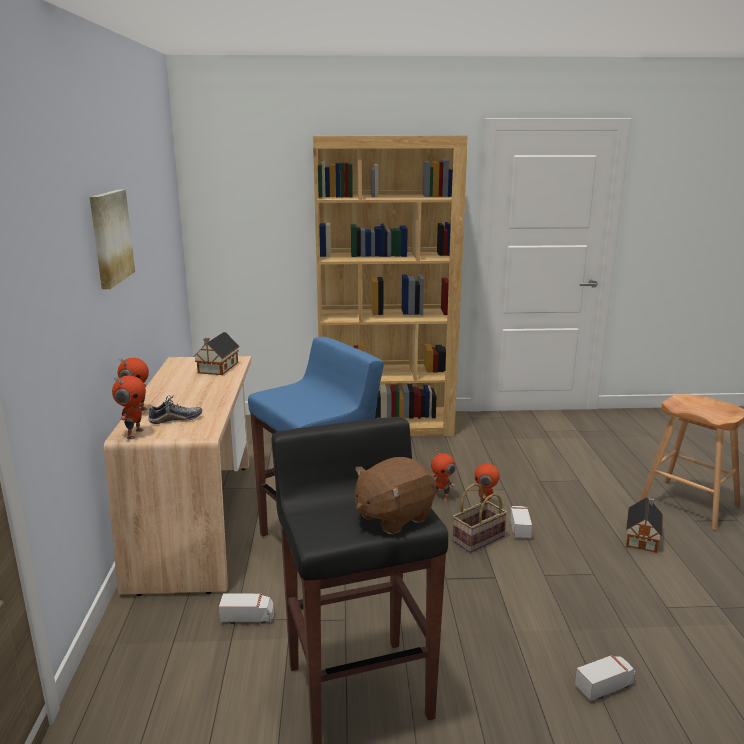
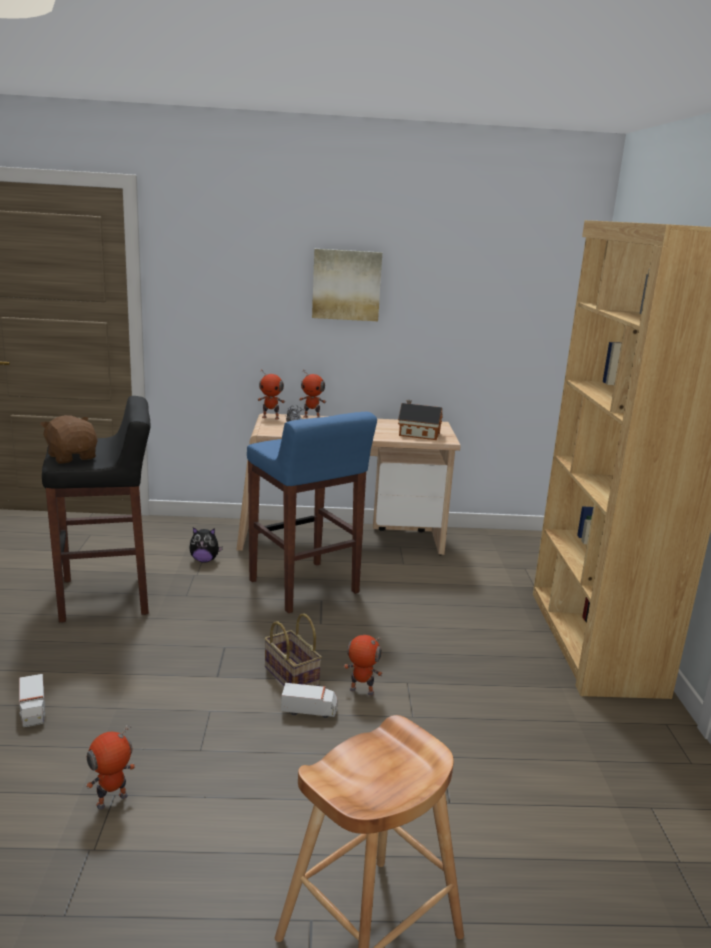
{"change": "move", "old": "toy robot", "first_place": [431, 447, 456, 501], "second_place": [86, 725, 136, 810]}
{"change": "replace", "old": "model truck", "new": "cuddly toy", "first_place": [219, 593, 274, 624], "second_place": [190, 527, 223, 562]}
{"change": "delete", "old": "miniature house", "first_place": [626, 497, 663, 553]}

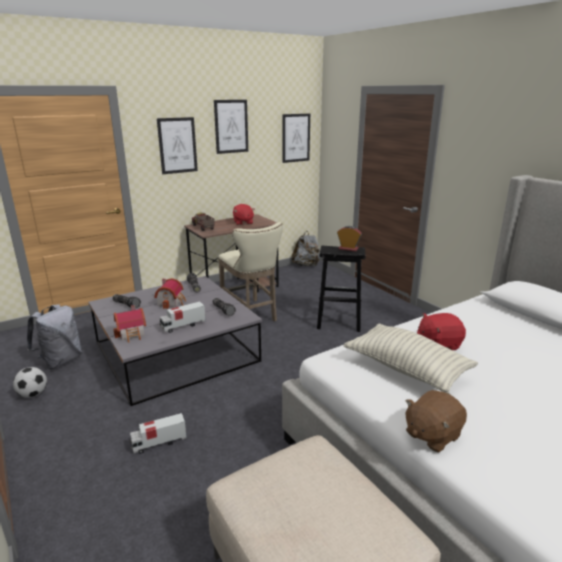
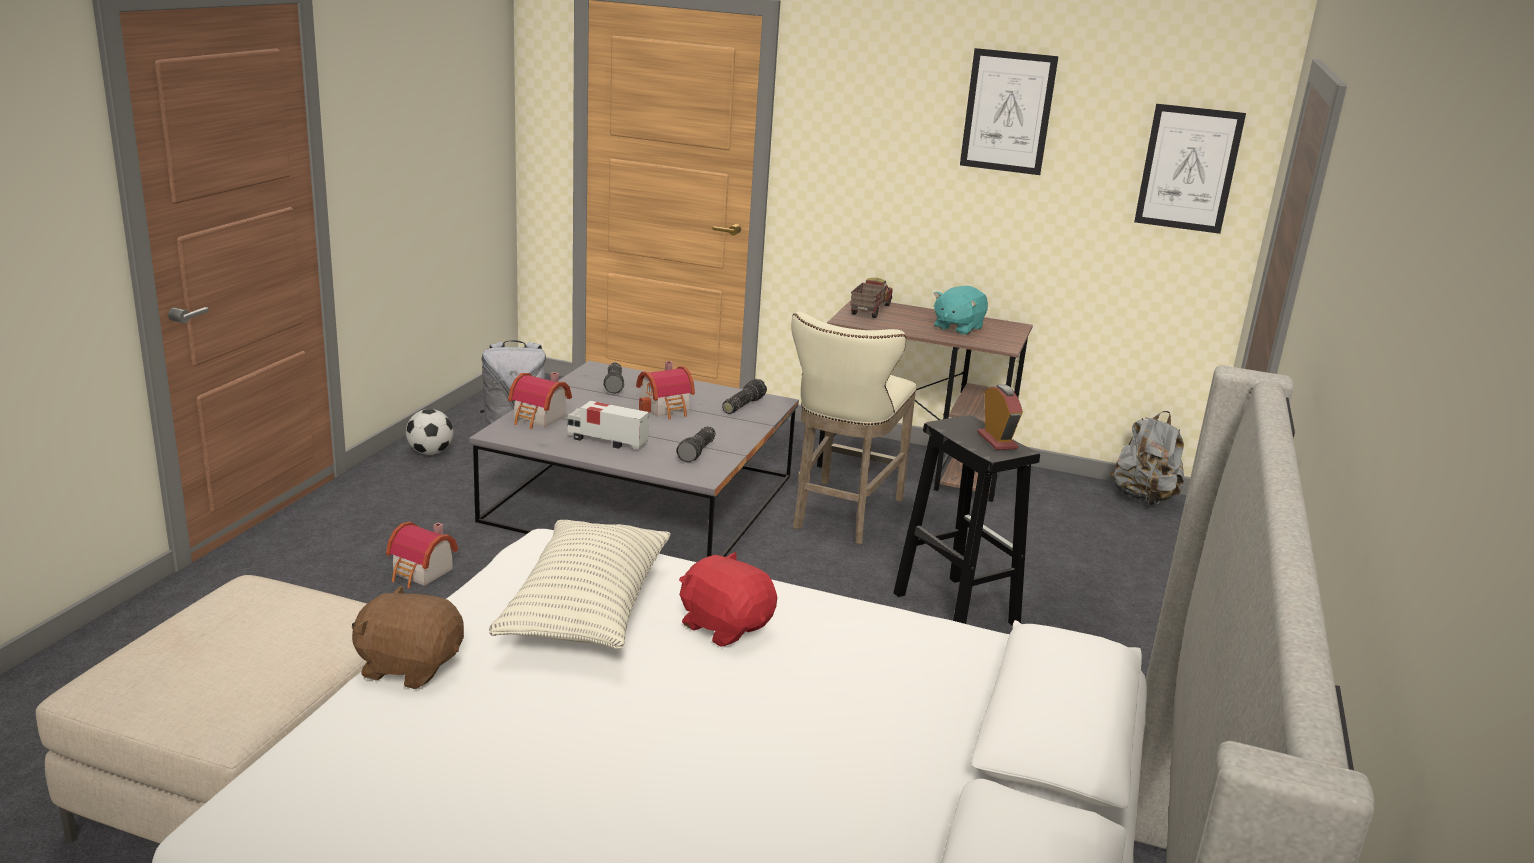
{"change": "replace", "old": "model truck", "new": "miniature house", "first_place": [130, 413, 187, 454], "second_place": [386, 522, 458, 588]}
{"change": "recolor", "old": "red-coloured cuddly toy", "new": "turquoise cuddly toy", "first_place": [233, 204, 255, 225], "second_place": [933, 286, 988, 335]}
{"change": "delete", "old": "picture", "first_place": [157, 117, 198, 174]}

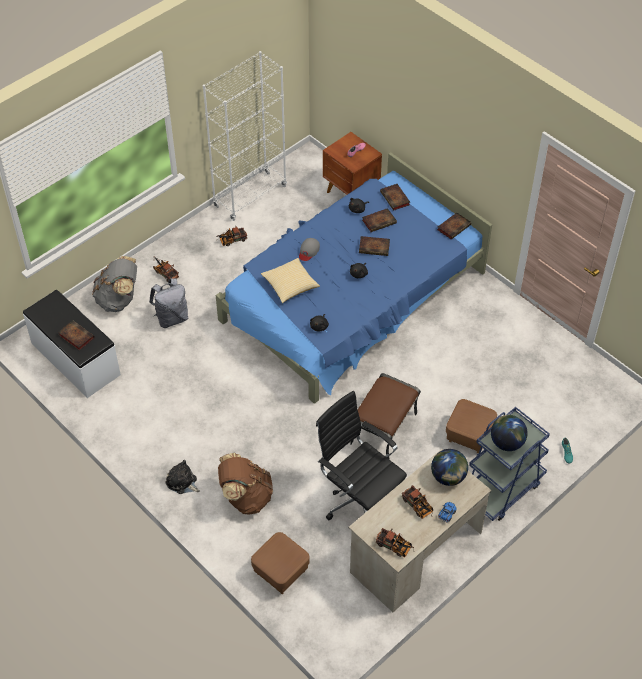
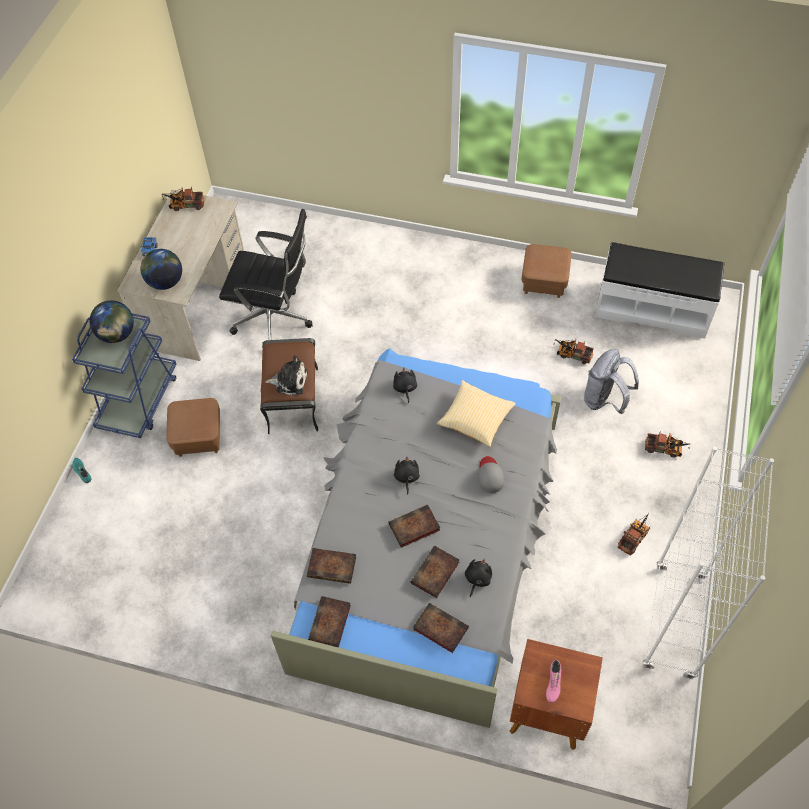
{"change": "move", "old": "cuddly toy", "first_place": [166, 460, 200, 494], "second_place": [265, 355, 308, 395]}
{"change": "recolor", "old": "blue-coloured bed", "new": "grey bed", "first_place": [216, 152, 492, 404], "second_place": [271, 349, 561, 728]}
{"change": "move", "old": "volume", "first_place": [58, 320, 95, 351], "second_place": [307, 548, 356, 584]}
{"change": "move", "old": "brown pouffe", "first_place": [251, 532, 310, 594], "second_place": [521, 244, 572, 298]}
{"change": "move", "old": "model truck", "first_place": [402, 485, 433, 519], "second_place": [554, 339, 594, 364]}
{"change": "delete", "old": "grey rucksack", "first_place": [92, 256, 137, 312]}
{"change": "delete", "old": "brown rucksack", "first_place": [218, 453, 273, 515]}

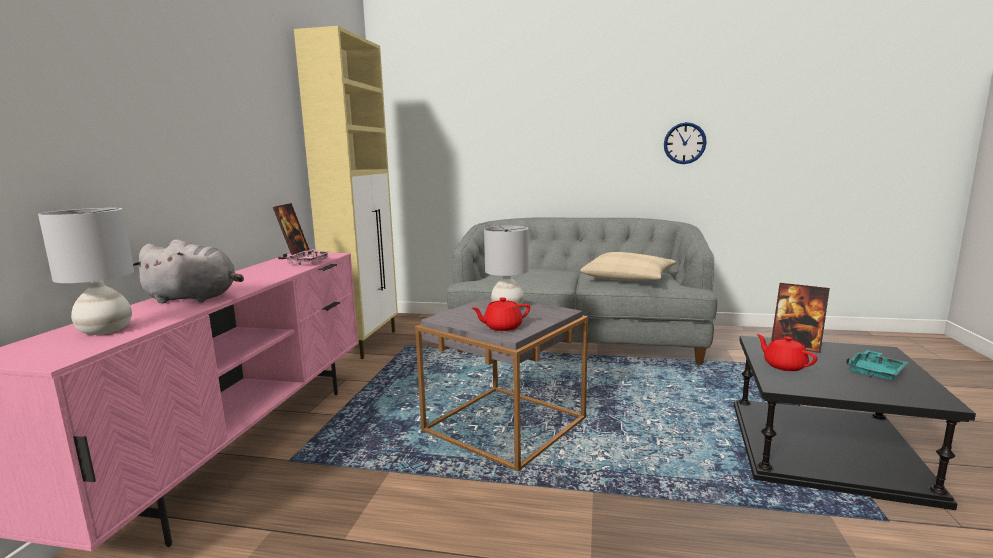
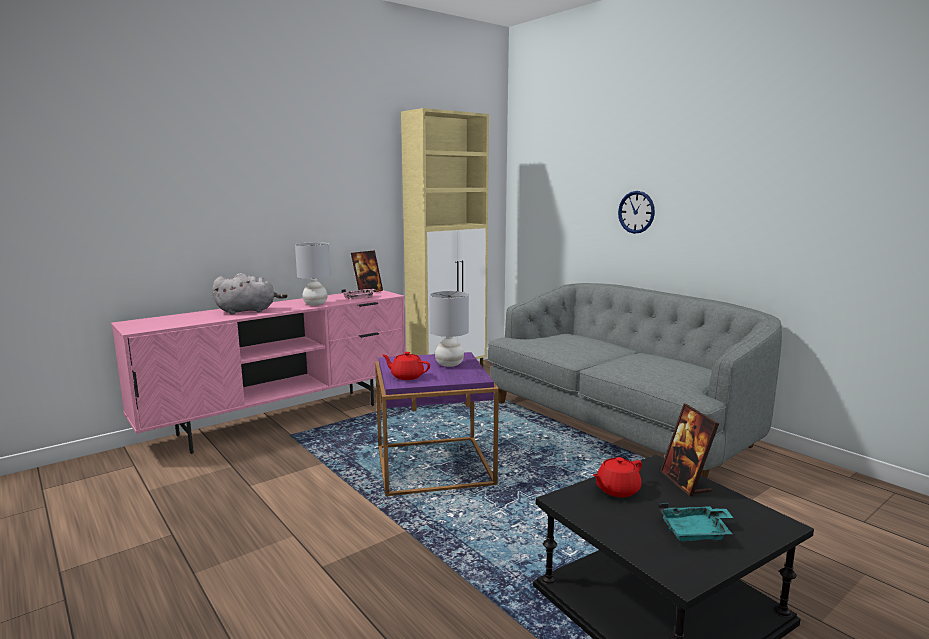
{"change": "rotate", "old": "grey cuddly toy", "first_place": [133, 239, 244, 303], "second_place": [212, 273, 287, 314], "degrees": -60}
{"change": "move", "old": "grey table lamp", "first_place": [38, 208, 134, 335], "second_place": [295, 242, 331, 306]}
{"change": "recolor", "old": "grey end table", "new": "purplish end table", "first_place": [415, 296, 588, 471], "second_place": [375, 352, 499, 496]}
{"change": "rotate", "old": "red-coloured pot for tea", "first_place": [756, 334, 817, 371], "second_place": [593, 457, 642, 497], "degrees": -135}
{"change": "move", "old": "wall clock", "first_place": [664, 122, 707, 164], "second_place": [618, 191, 655, 234]}
{"change": "delete", "old": "sand-coloured pillow", "first_place": [580, 252, 676, 281]}

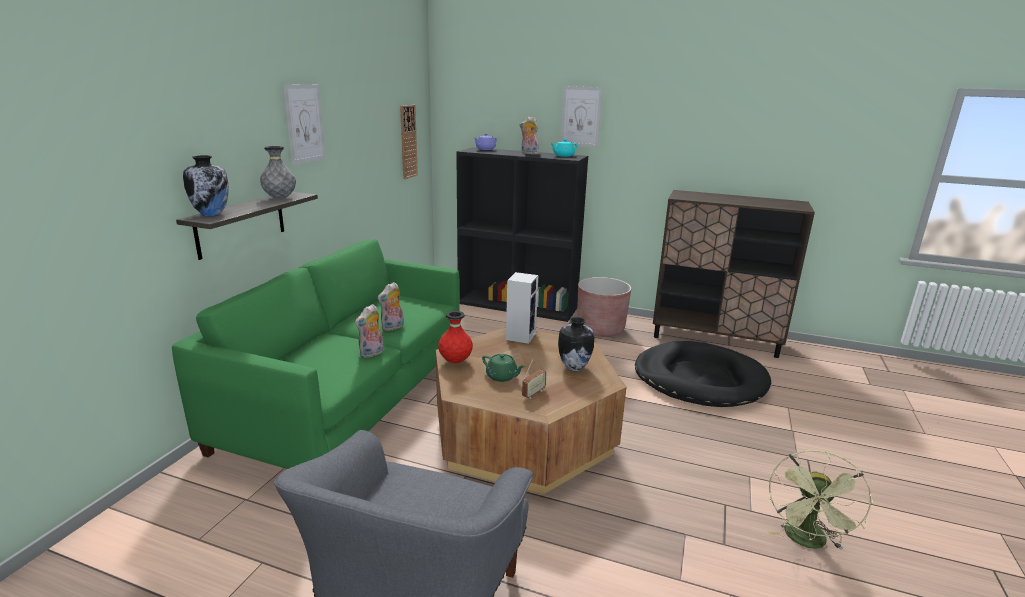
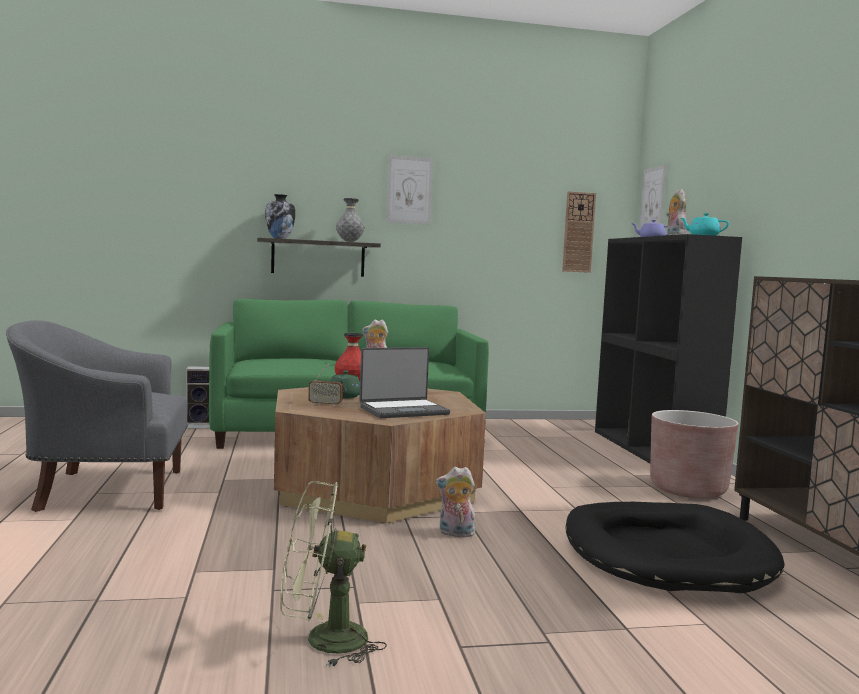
{"change": "move", "old": "speaker", "first_place": [506, 272, 538, 344], "second_place": [186, 366, 210, 429]}
{"change": "replace", "old": "flower vase", "new": "portable computer", "first_place": [558, 317, 594, 371], "second_place": [359, 347, 450, 418]}
{"change": "move", "old": "cuddly toy", "first_place": [355, 304, 384, 358], "second_place": [436, 467, 475, 537]}
{"change": "move", "old": "picture", "first_place": [561, 86, 603, 148], "second_place": [639, 165, 666, 230]}

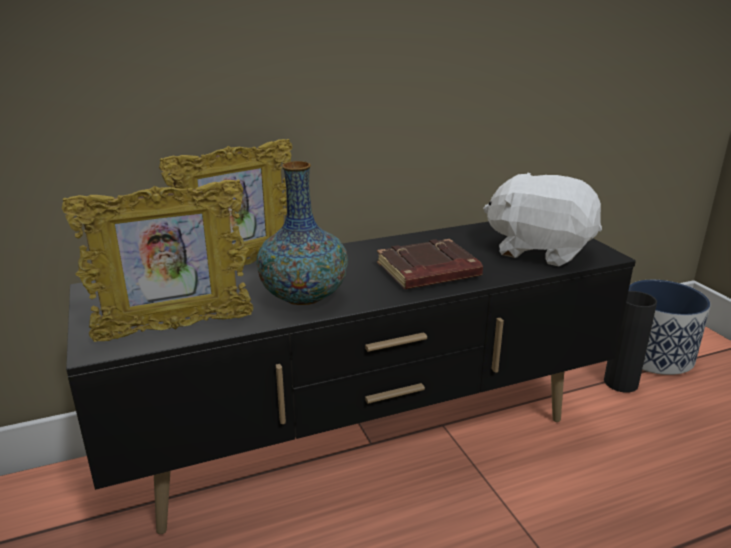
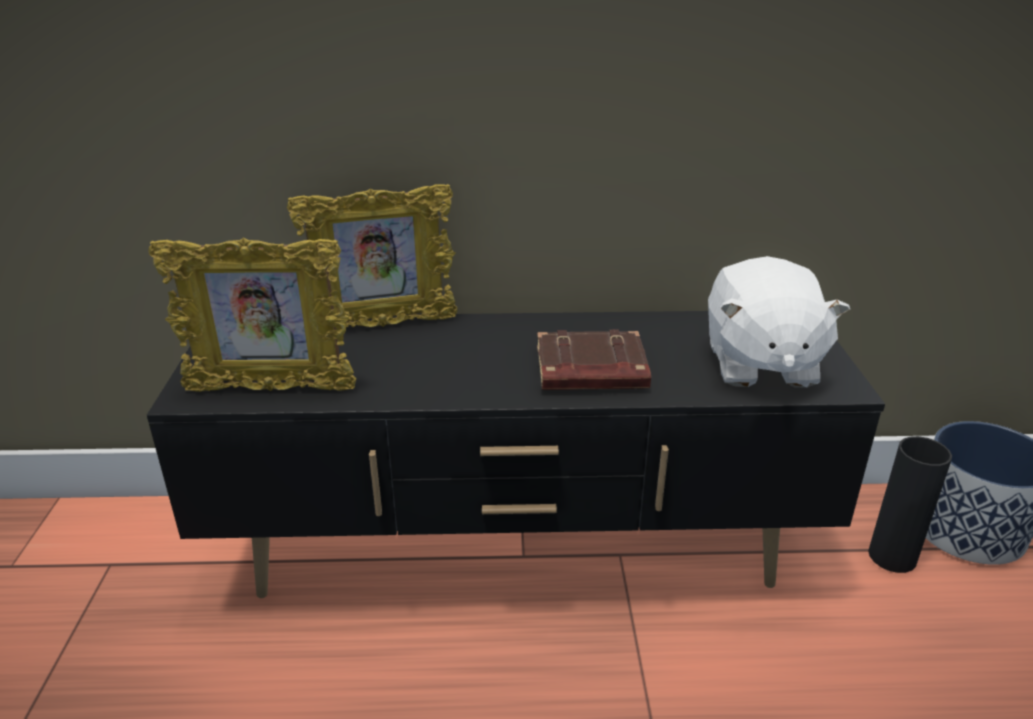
{"change": "rotate", "old": "white cuddly toy", "first_place": [483, 173, 602, 266], "second_place": [708, 256, 850, 388], "degrees": -135}
{"change": "delete", "old": "flower vase", "first_place": [256, 161, 348, 305]}

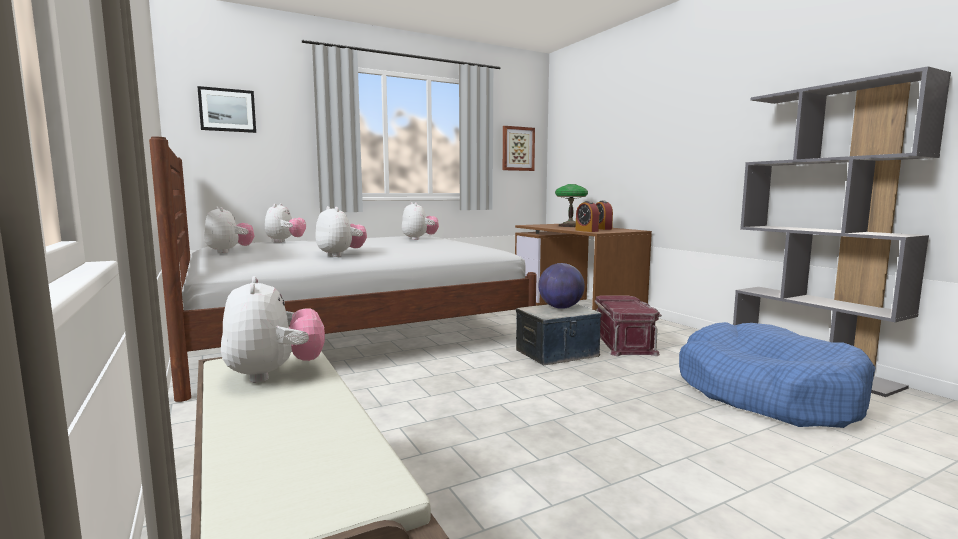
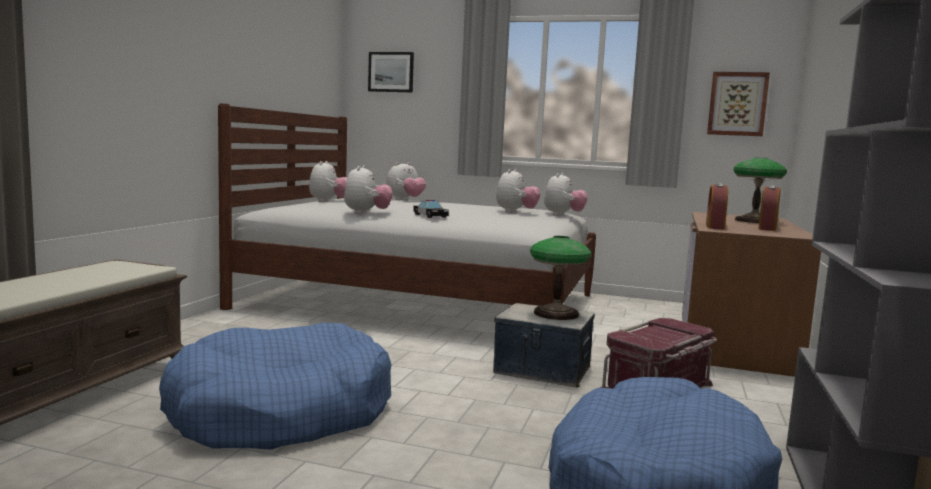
{"change": "insert", "new": "blue-coloured pet bed", "second_place": [159, 322, 391, 450]}
{"change": "insert", "new": "toy car", "second_place": [413, 200, 449, 218]}
{"change": "replace", "old": "desk globe", "new": "table lamp", "first_place": [539, 263, 585, 309], "second_place": [530, 236, 591, 320]}
{"change": "move", "old": "cuddly toy", "first_place": [221, 276, 325, 383], "second_place": [544, 173, 587, 216]}

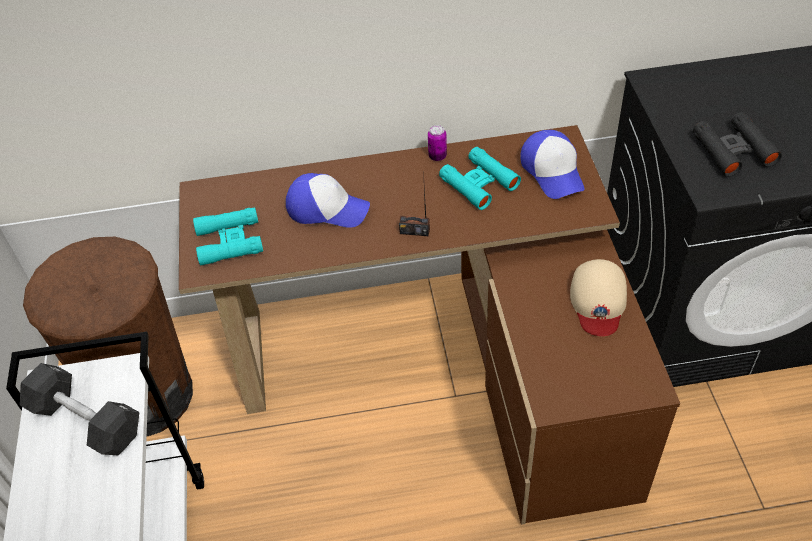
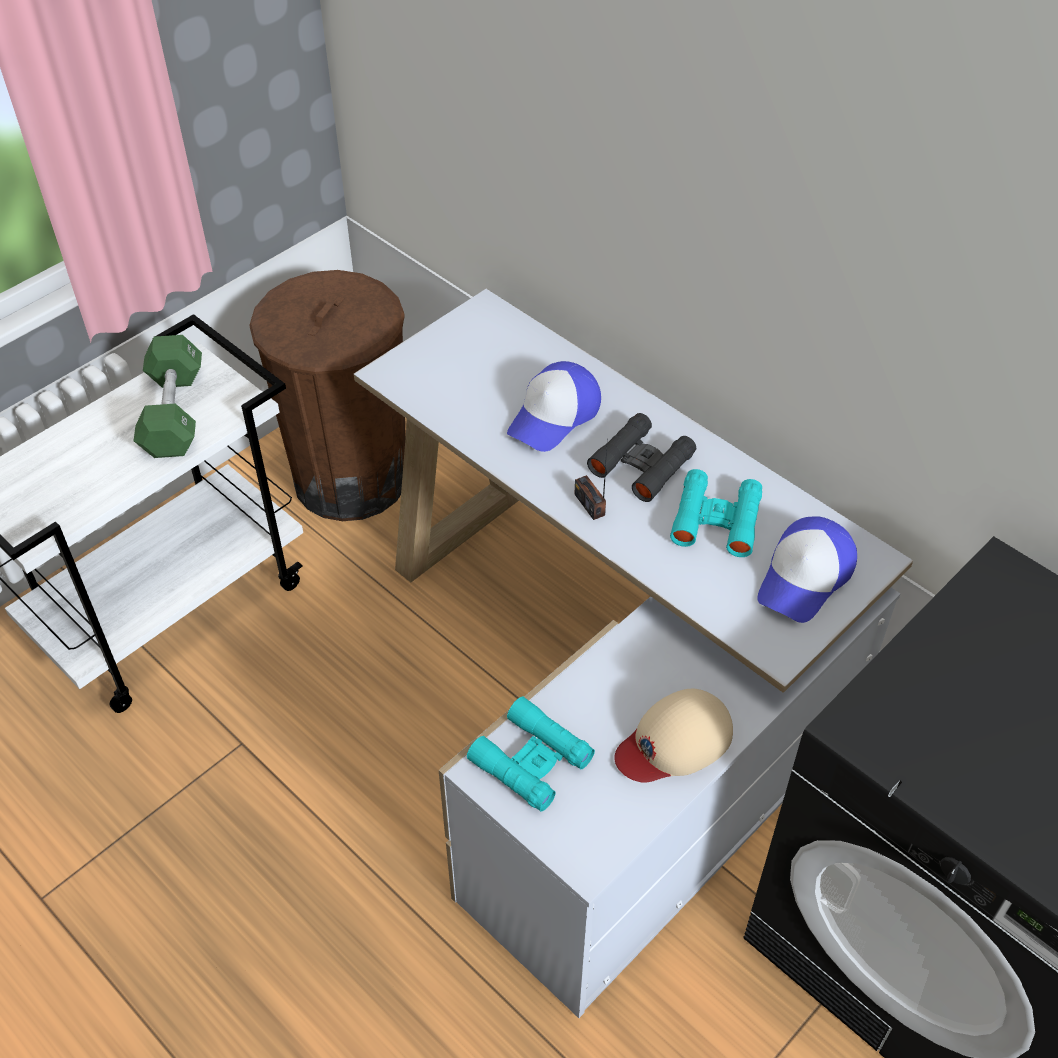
{"change": "recolor", "old": "blackish hand weight", "new": "greenish hand weight", "first_place": [20, 363, 139, 455], "second_place": [134, 335, 202, 458]}
{"change": "recolor", "old": "brown desk table", "new": "white desk table", "first_place": [179, 125, 680, 525], "second_place": [354, 289, 913, 1018]}
{"change": "move", "old": "turquoise field glasses", "first_place": [193, 207, 263, 266], "second_place": [467, 697, 595, 812]}
{"change": "rotate", "old": "baseball cap", "first_place": [286, 173, 370, 228], "second_place": [507, 361, 601, 452], "degrees": 60}
{"change": "move", "old": "blackish field glasses", "first_place": [693, 112, 782, 177], "second_place": [587, 413, 696, 502]}
{"change": "delete", "old": "metal can", "first_place": [428, 125, 447, 161]}

